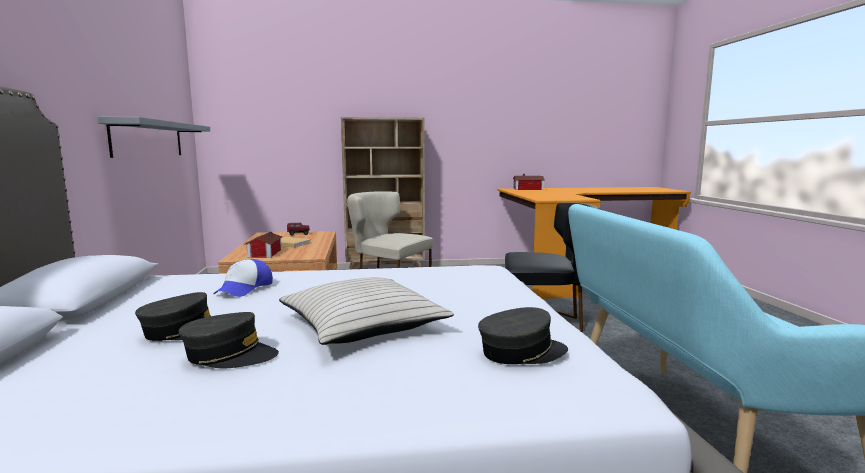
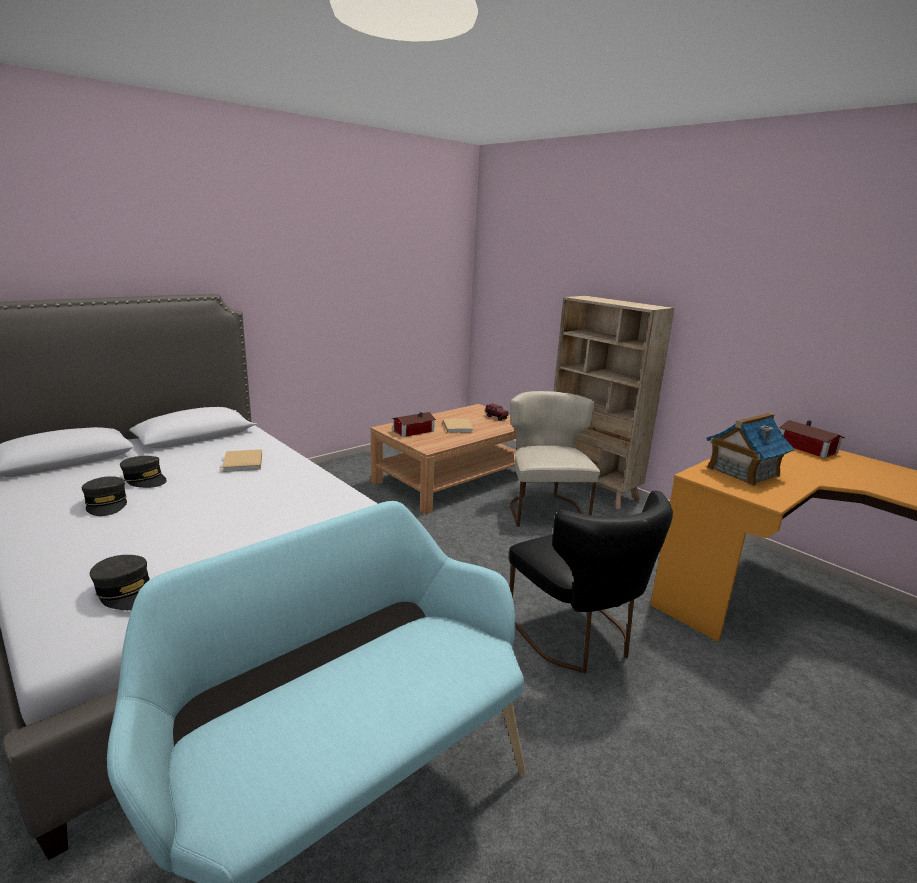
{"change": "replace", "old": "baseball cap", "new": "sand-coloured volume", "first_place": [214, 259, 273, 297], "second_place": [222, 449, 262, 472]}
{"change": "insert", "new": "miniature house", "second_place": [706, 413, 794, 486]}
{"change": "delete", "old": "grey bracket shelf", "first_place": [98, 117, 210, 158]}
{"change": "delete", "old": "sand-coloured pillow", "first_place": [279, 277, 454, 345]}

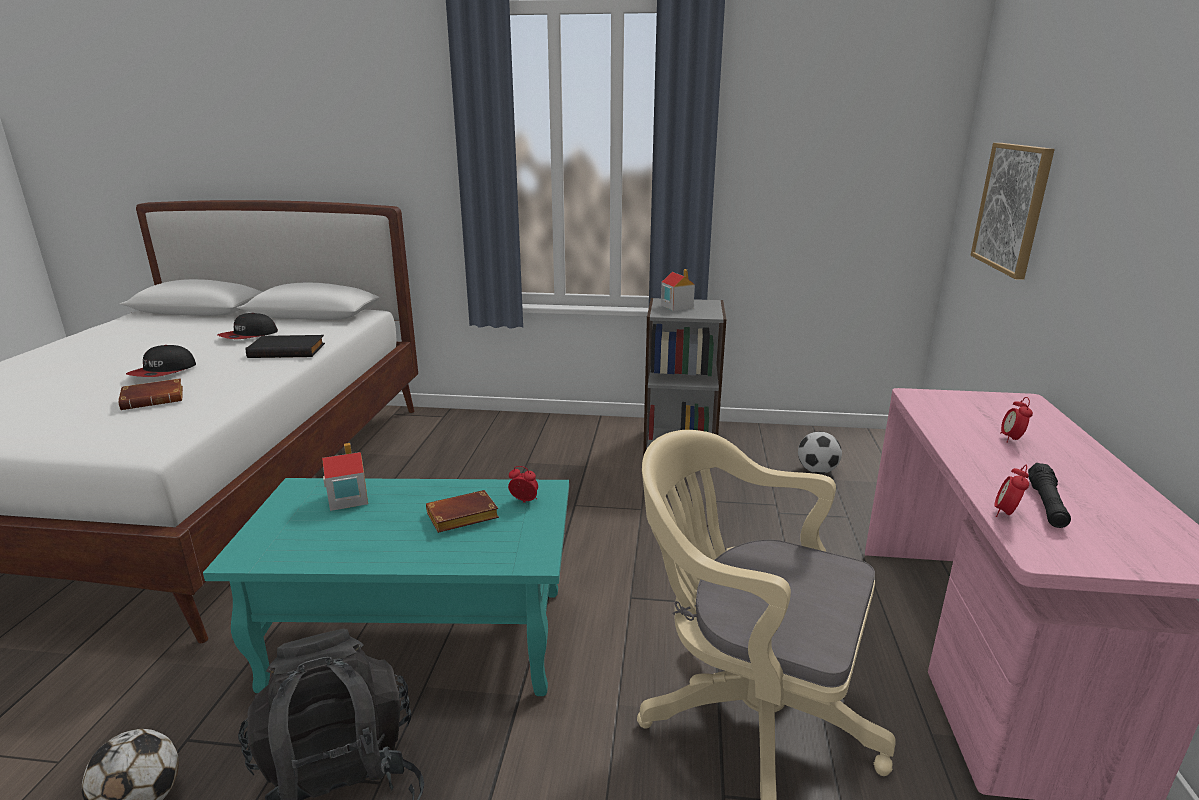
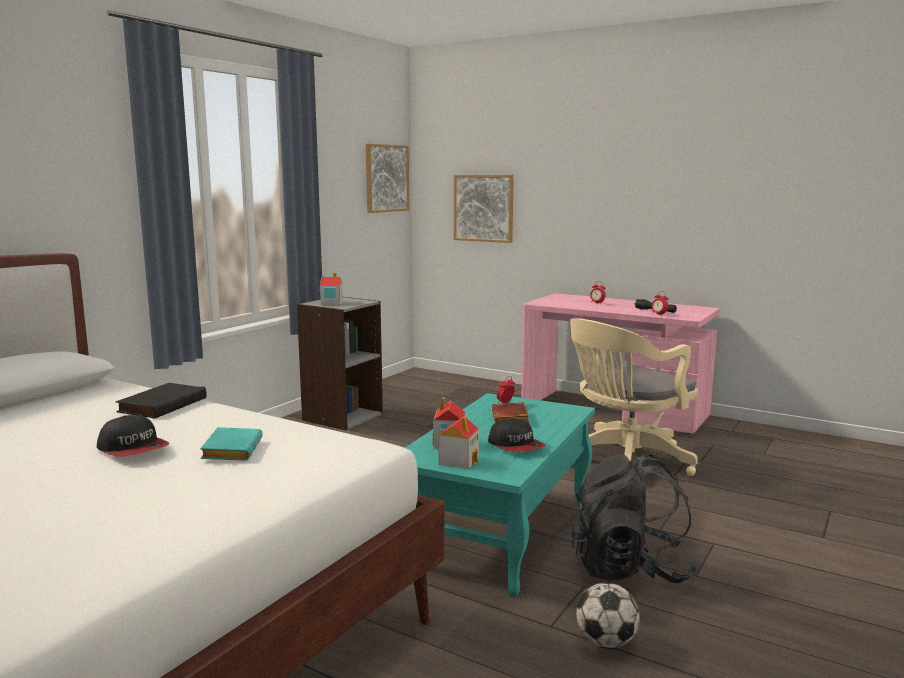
{"change": "recolor", "old": "brown volume", "new": "turquoise volume", "first_place": [118, 378, 183, 410], "second_place": [200, 427, 263, 461]}
{"change": "insert", "new": "picture", "second_place": [366, 144, 409, 213]}
{"change": "insert", "new": "miniature house", "second_place": [439, 416, 479, 469]}
{"change": "move", "old": "baseball cap", "first_place": [217, 313, 278, 339], "second_place": [488, 418, 546, 452]}
{"change": "delete", "old": "ball for football", "first_place": [798, 432, 842, 474]}

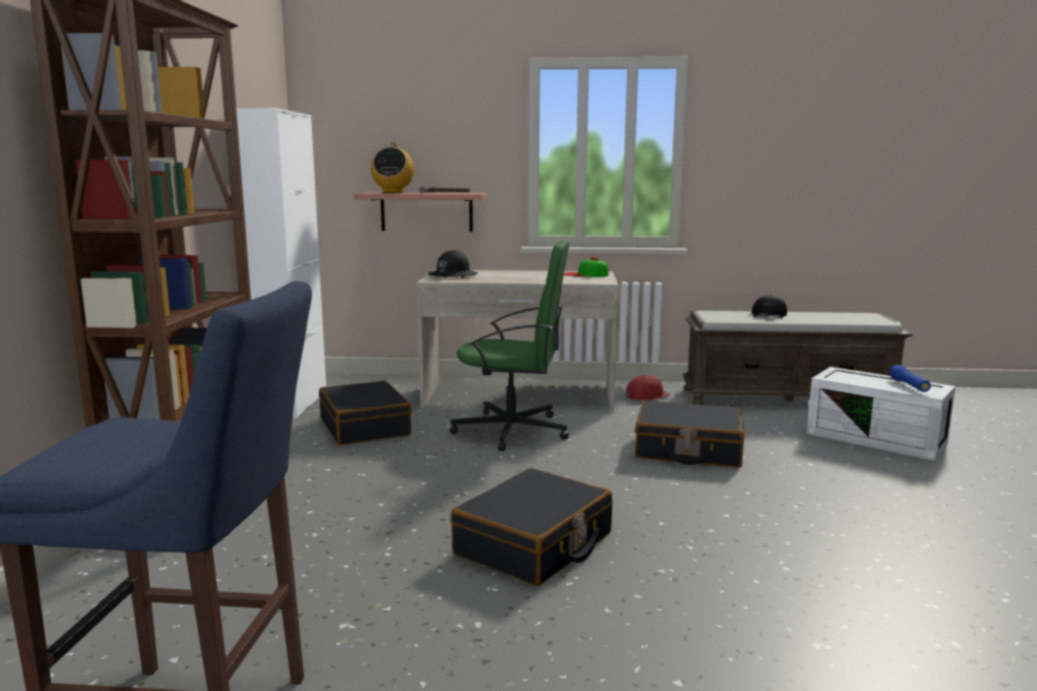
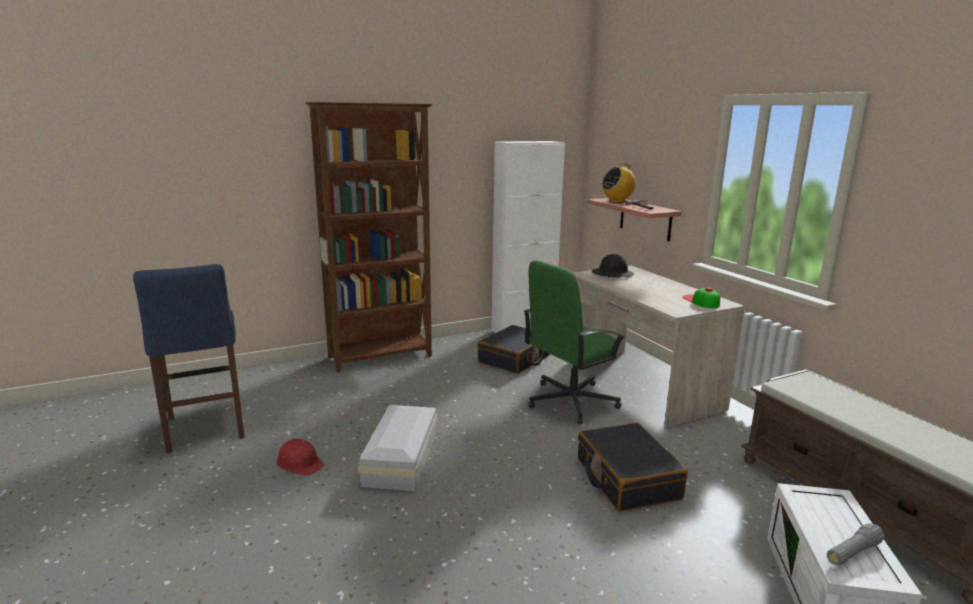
{"change": "move", "old": "red-coloured work helmet", "first_place": [625, 375, 671, 400], "second_place": [277, 439, 324, 476]}
{"change": "replace", "old": "blackish suitcase", "new": "white storage bin", "first_place": [451, 468, 612, 586], "second_place": [358, 405, 437, 491]}
{"change": "rotate", "old": "greenish office chair", "first_place": [450, 240, 569, 451], "second_place": [524, 260, 625, 424], "degrees": 75}
{"change": "recolor", "old": "blue-coloured torch", "new": "grey torch", "first_place": [889, 365, 931, 392], "second_place": [827, 523, 884, 566]}
{"change": "delete", "old": "blackish baseball cap", "first_place": [752, 295, 787, 319]}

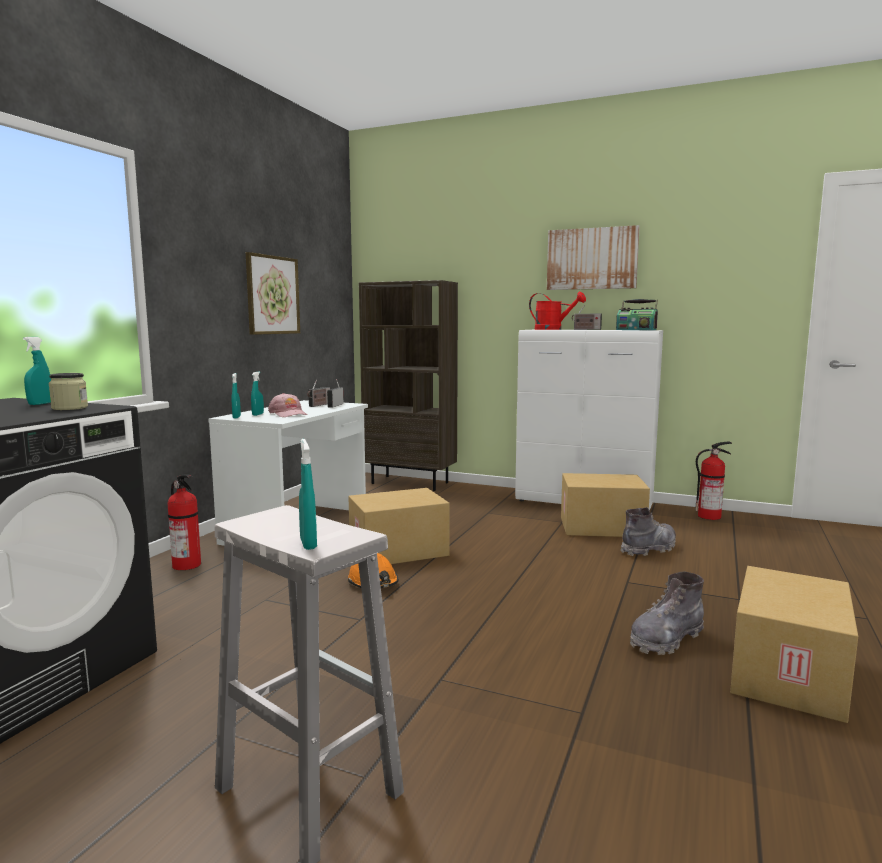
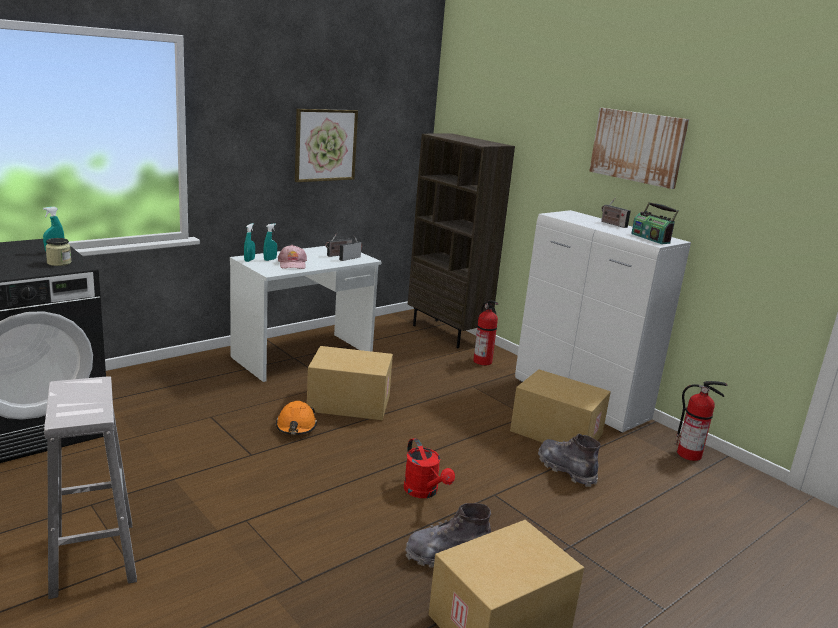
{"change": "move", "old": "red-coloured sprinkling can", "first_place": [529, 291, 586, 330], "second_place": [404, 438, 455, 498]}
{"change": "move", "old": "extinguisher", "first_place": [168, 475, 201, 570], "second_place": [473, 301, 498, 365]}
{"change": "rotate", "old": "grey high-top boot", "first_place": [620, 507, 676, 556], "second_place": [538, 434, 601, 487], "degrees": -120}
{"change": "delete", "old": "turquoise sprayer", "first_place": [299, 439, 317, 550]}

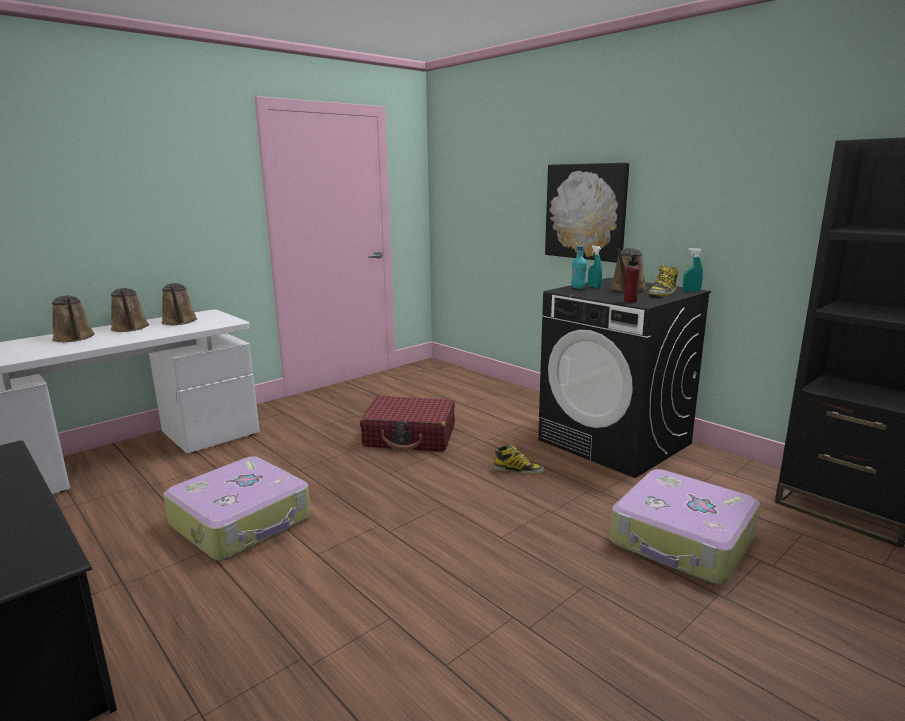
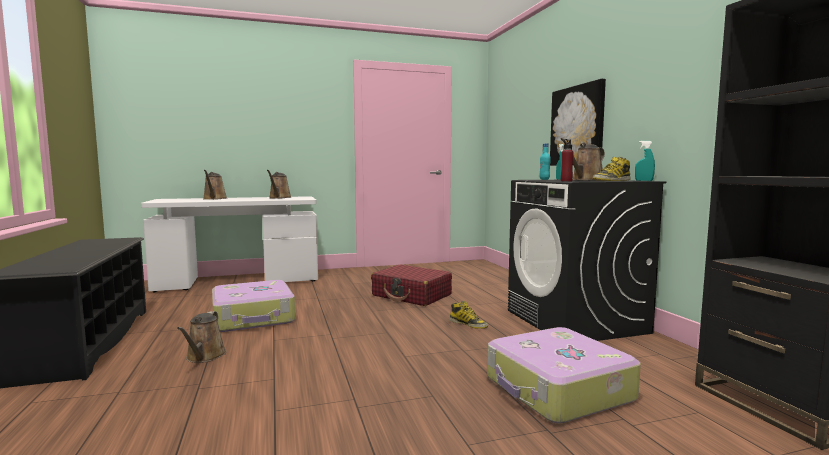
{"change": "move", "old": "brown sprinkling can", "first_place": [111, 288, 149, 332], "second_place": [177, 311, 227, 363]}

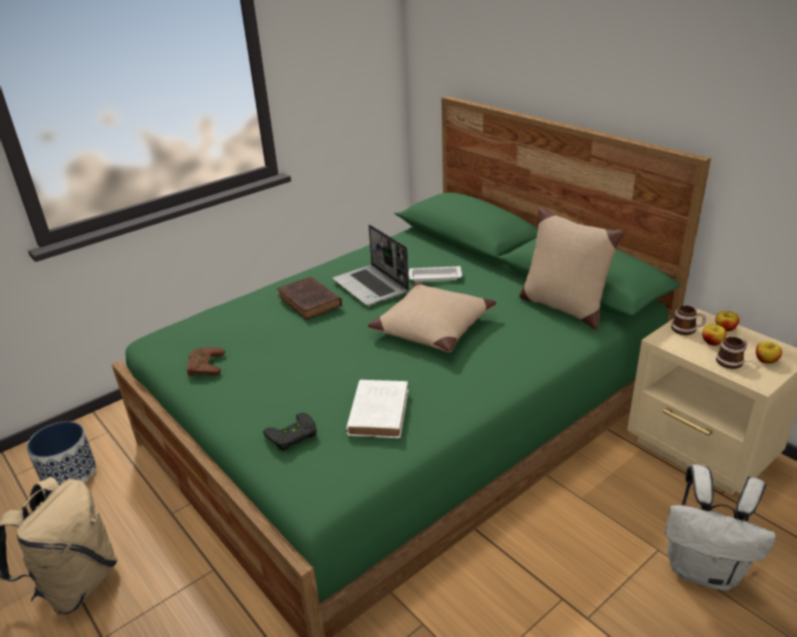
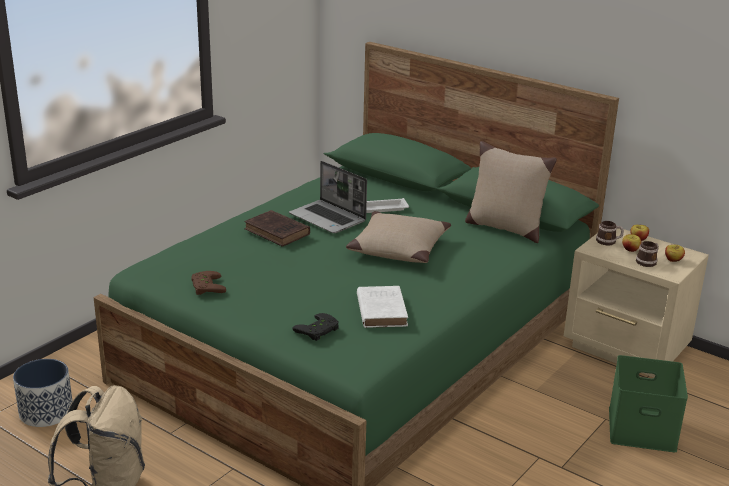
{"change": "replace", "old": "white rucksack", "new": "greenish storage bin", "first_place": [665, 464, 776, 591], "second_place": [609, 355, 688, 452]}

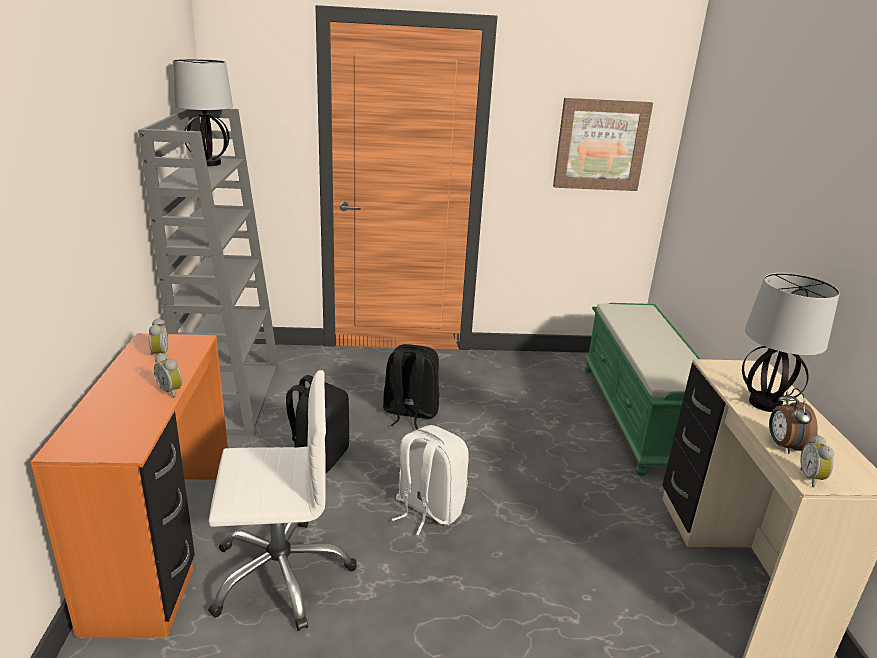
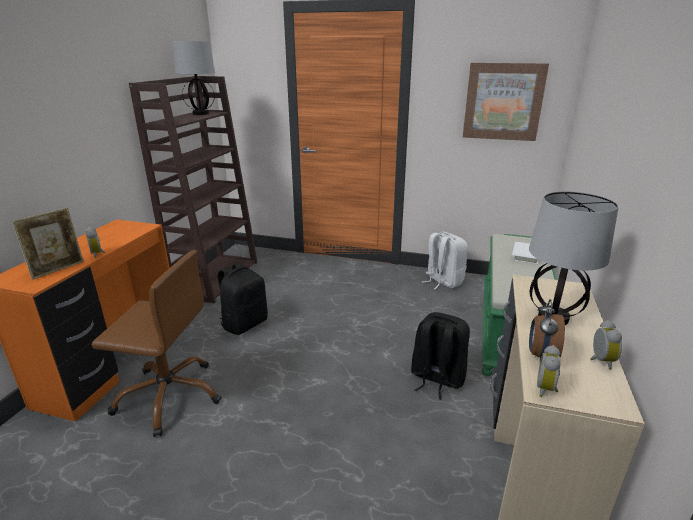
{"change": "insert", "new": "photo frame", "second_place": [12, 208, 84, 280]}
{"change": "recolor", "old": "white office chair", "new": "brown office chair", "first_place": [208, 370, 357, 631], "second_place": [92, 250, 222, 437]}
{"change": "recolor", "old": "grey shelving unit", "new": "brown shelving unit", "first_place": [138, 109, 279, 436], "second_place": [129, 76, 258, 303]}
{"change": "move", "old": "blackish rucksack", "first_place": [383, 344, 439, 430], "second_place": [411, 312, 470, 399]}
{"change": "move", "old": "white rucksack", "first_place": [391, 425, 469, 535], "second_place": [422, 232, 468, 289]}
{"change": "insert", "new": "white volume", "second_place": [511, 242, 539, 264]}
{"change": "move", "old": "alarm clock", "first_place": [149, 318, 168, 356], "second_place": [590, 320, 622, 370]}

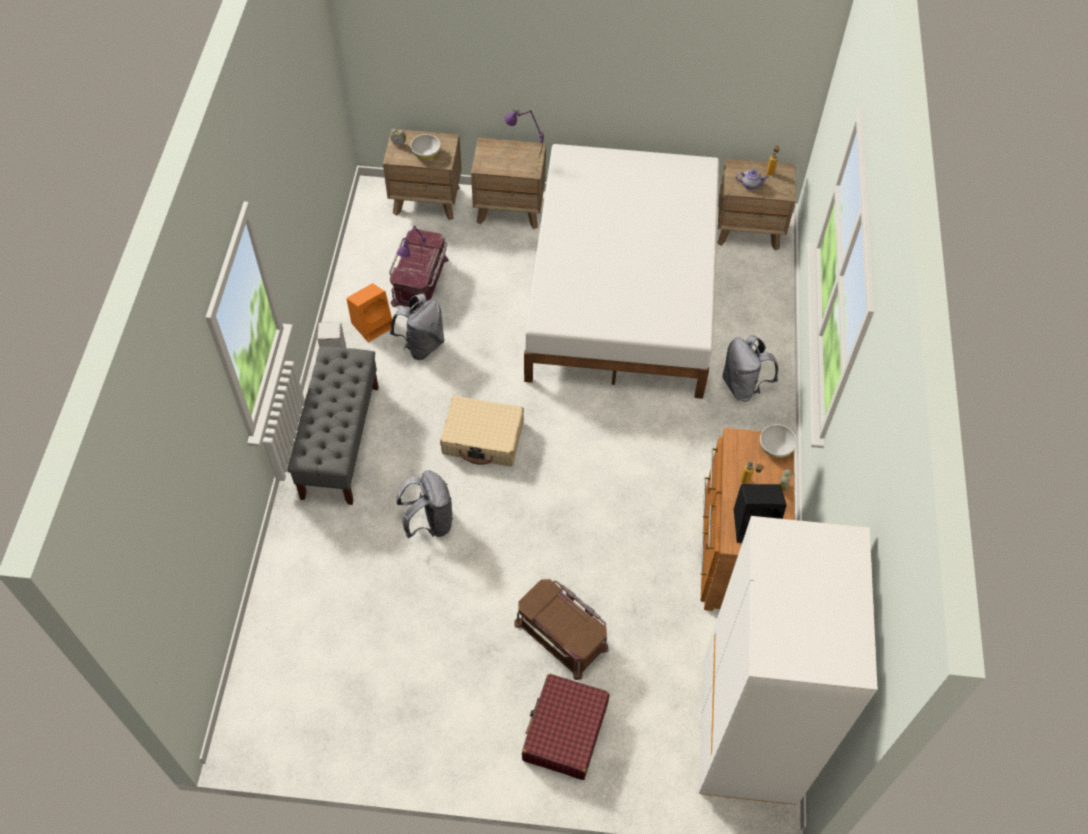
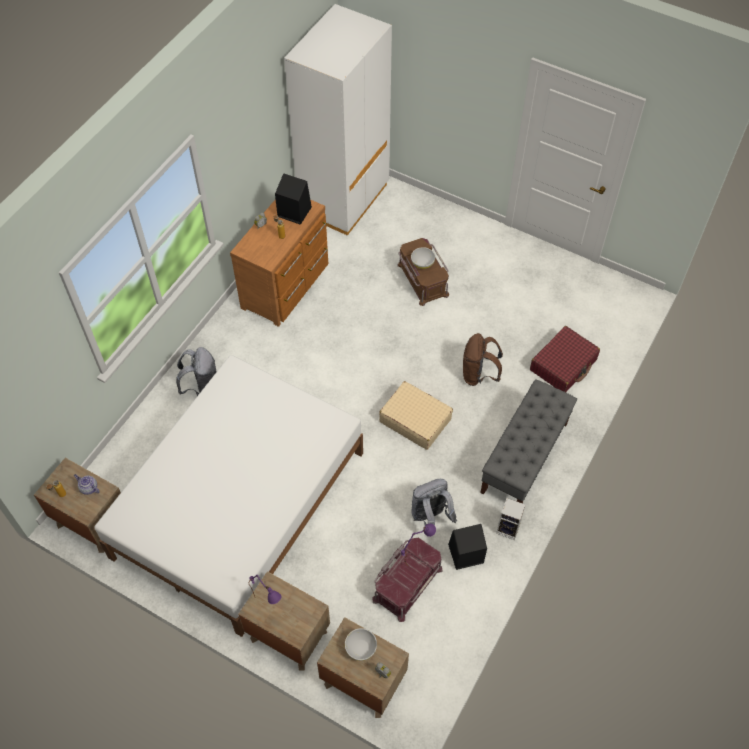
{"change": "move", "old": "white bowl", "first_place": [760, 424, 797, 458], "second_place": [411, 247, 435, 269]}
{"change": "recolor", "old": "orangey speaker", "new": "blackish speaker", "first_place": [346, 283, 392, 342], "second_place": [448, 524, 487, 570]}
{"change": "recolor", "old": "grey rucksack", "new": "brown rucksack", "first_place": [397, 470, 453, 538], "second_place": [463, 333, 503, 386]}
{"change": "move", "old": "red-coloured suitcase", "first_place": [522, 674, 609, 780], "second_place": [530, 326, 600, 392]}

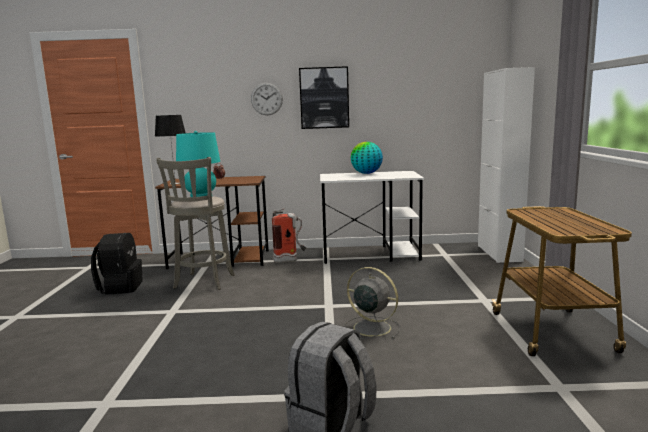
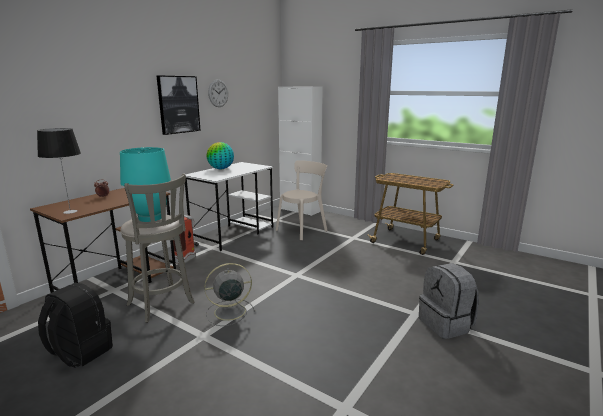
{"change": "move", "old": "grey cooling fan", "first_place": [343, 267, 400, 339], "second_place": [204, 263, 256, 326]}
{"change": "move", "old": "wall clock", "first_place": [251, 83, 283, 115], "second_place": [208, 79, 228, 107]}
{"change": "insert", "new": "sand-coloured chair", "second_place": [276, 160, 327, 240]}

